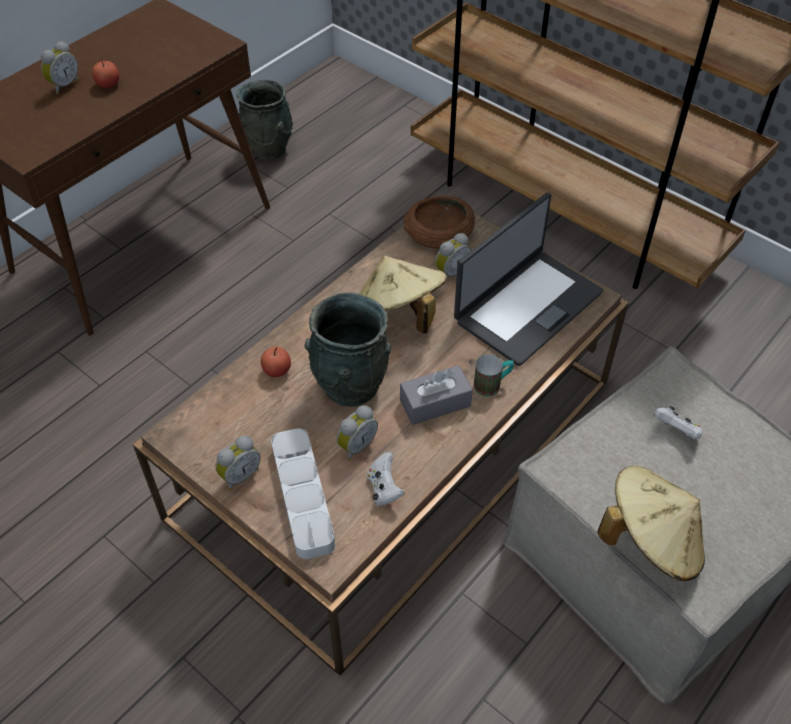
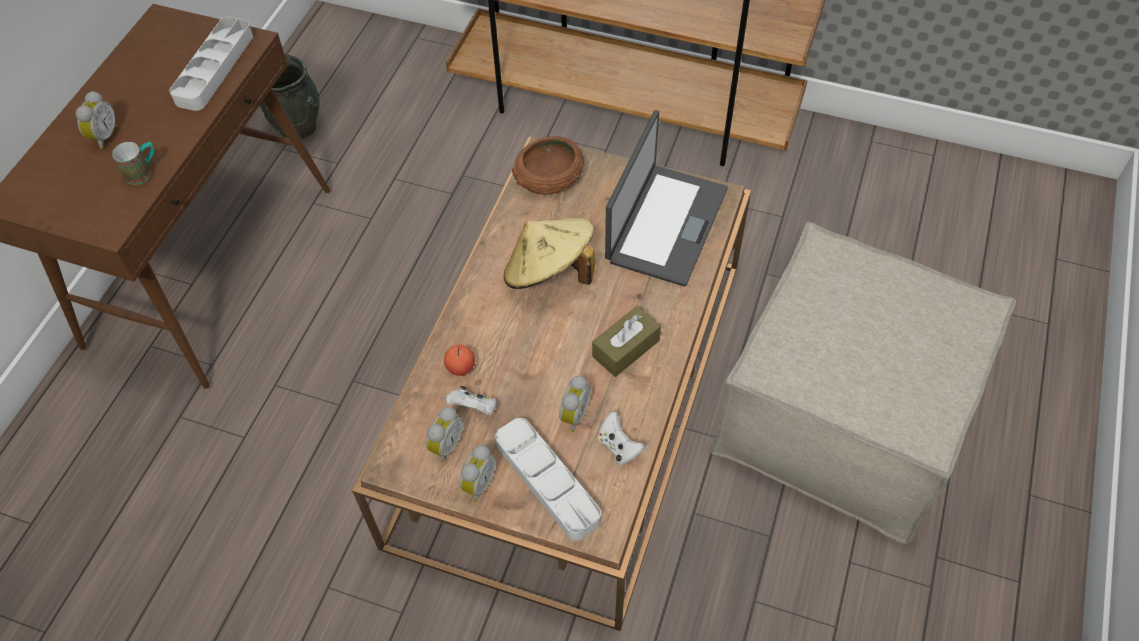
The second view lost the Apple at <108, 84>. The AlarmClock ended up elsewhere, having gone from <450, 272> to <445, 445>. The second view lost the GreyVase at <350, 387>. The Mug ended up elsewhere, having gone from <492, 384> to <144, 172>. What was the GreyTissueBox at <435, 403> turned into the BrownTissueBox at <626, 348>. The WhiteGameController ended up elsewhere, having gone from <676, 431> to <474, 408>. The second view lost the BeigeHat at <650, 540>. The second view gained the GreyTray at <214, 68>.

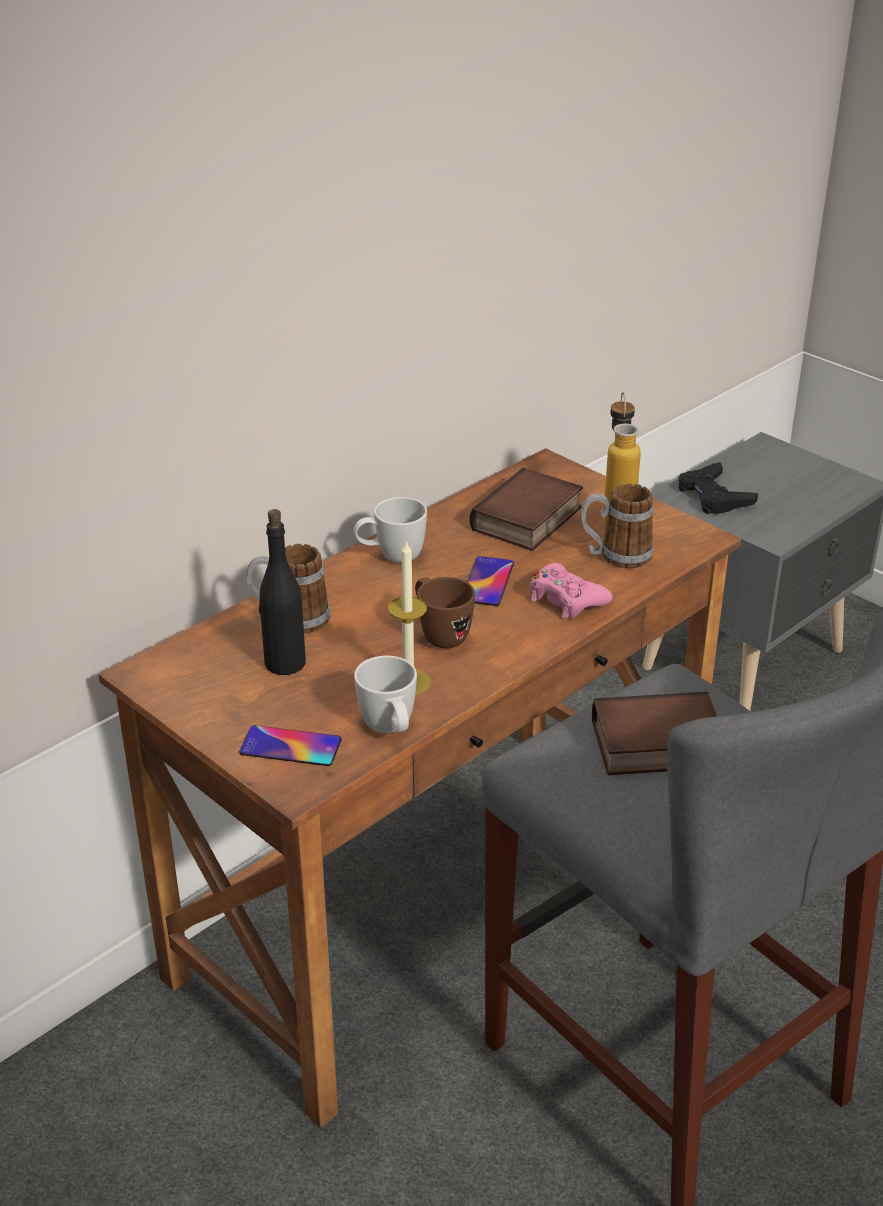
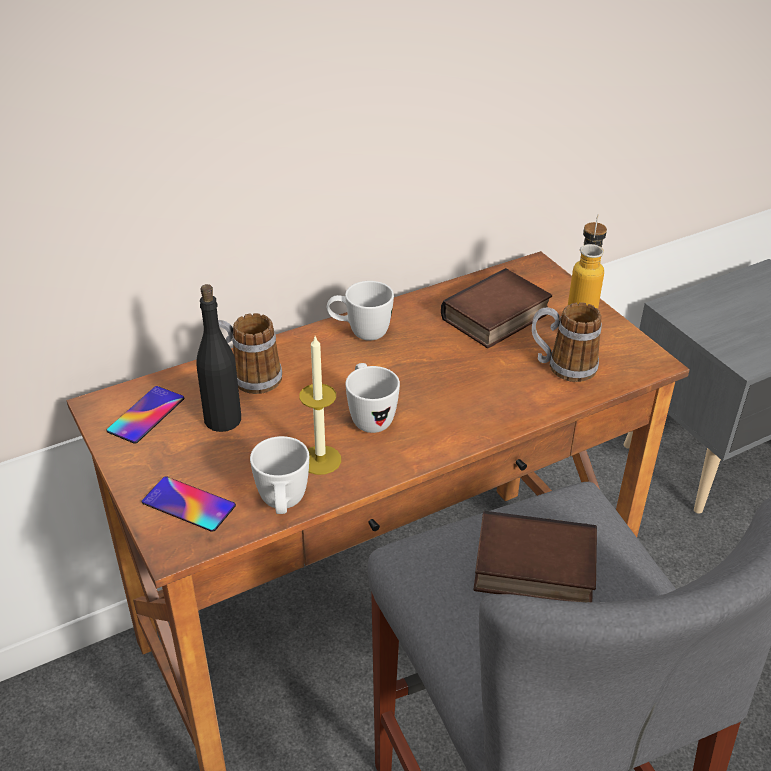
The second view lost the BlackGameController at <713, 496>. The Phone ended up elsewhere, having gone from <487, 582> to <146, 415>. The second view lost the PinkGameController at <566, 600>. What was the BrownMug at <439, 634> turned into the WhiteMug at <369, 417>.

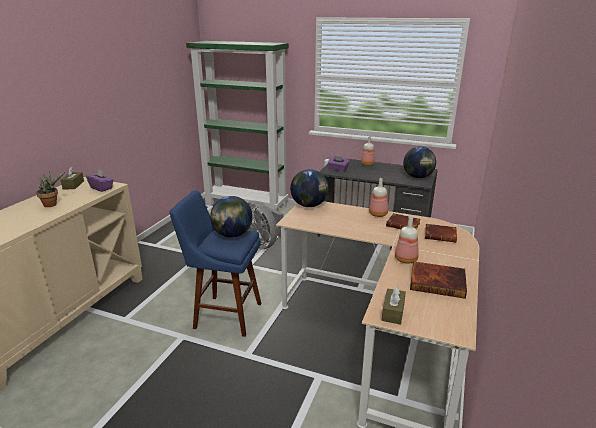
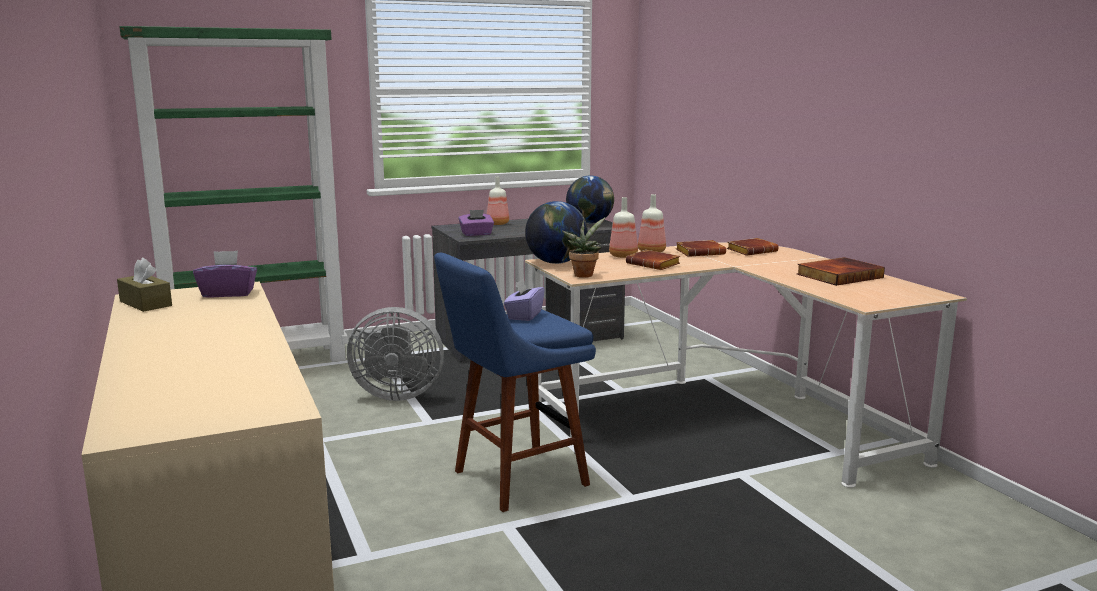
The PottedPlant ended up elsewhere, having gone from <52, 204> to <584, 274>. Where the Globe stood at <232, 235>, the PurpleTissueBox came to stand at <524, 315>. The Bottle ended up elsewhere, having gone from <406, 260> to <624, 256>. The second view lost the BrownTissueBox at <393, 312>. The second view gained the BrownBook at <654, 265>.

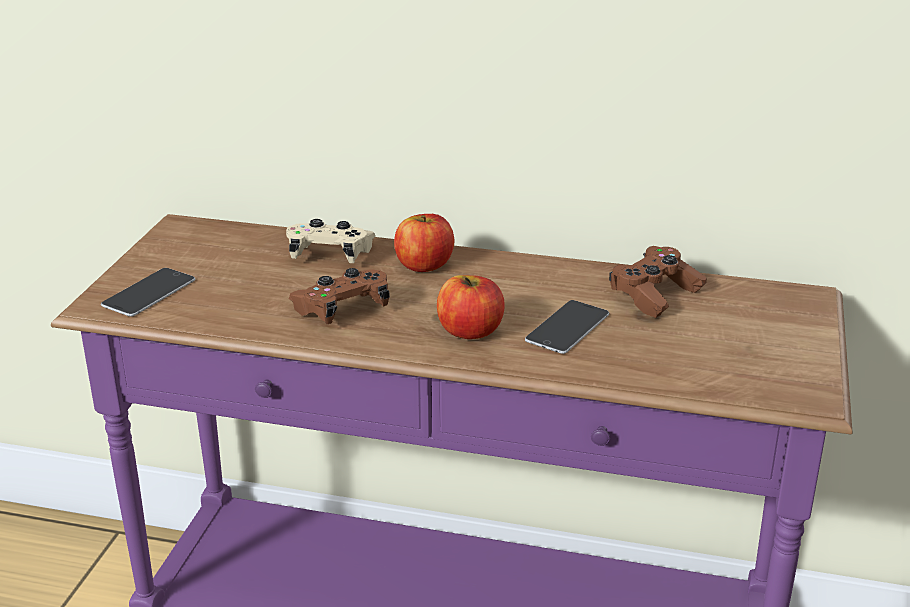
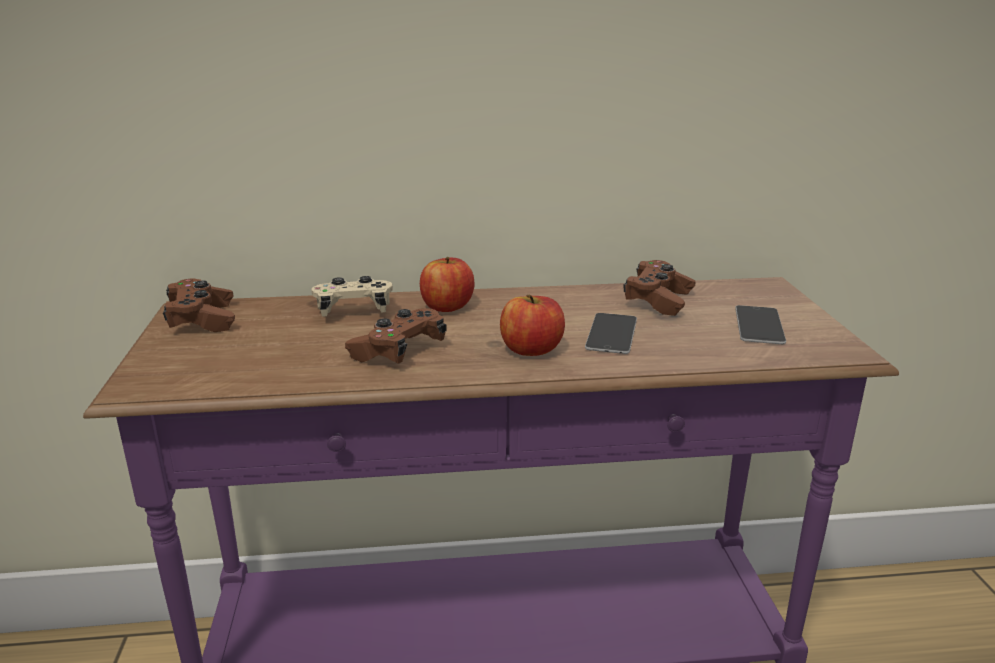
The Phone ended up elsewhere, having gone from <149, 292> to <759, 325>. The second view gained the BrownGameController at <202, 320>.

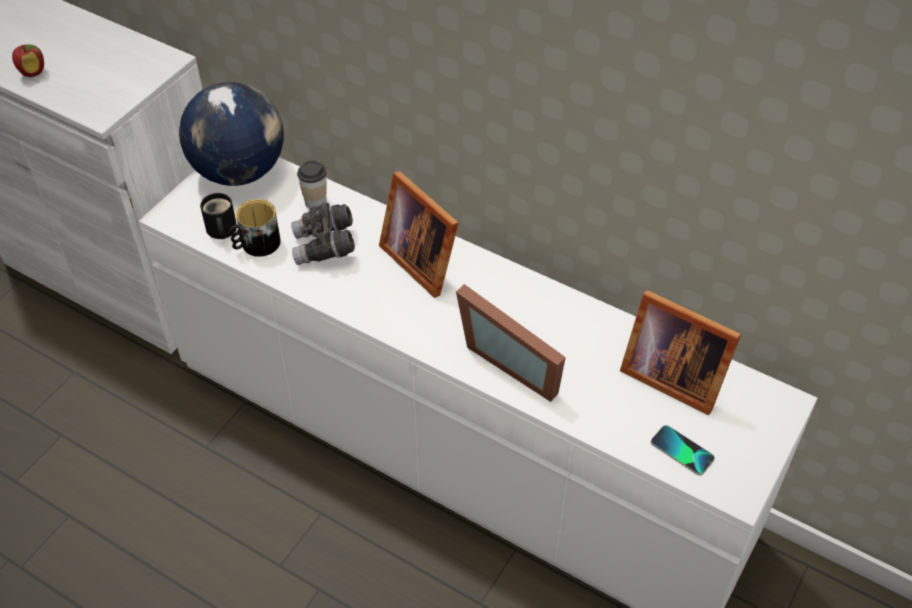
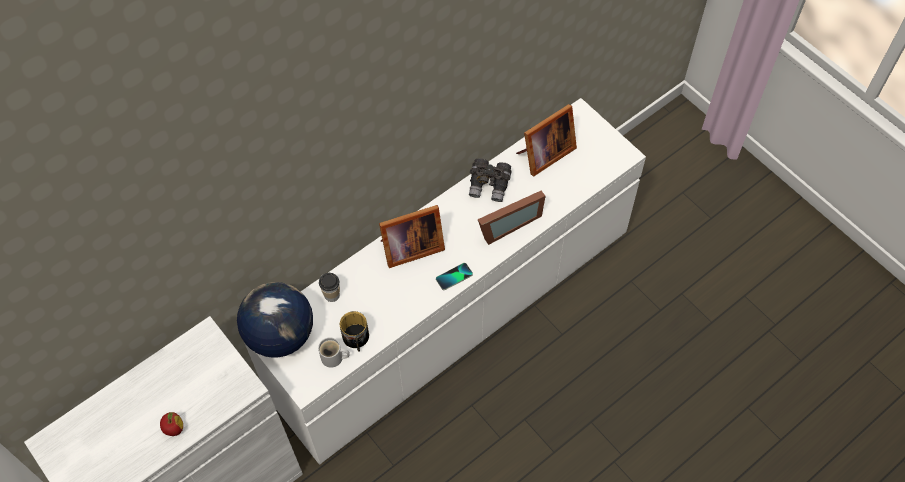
What was the BlackMug at <220, 230> turned into the WhiteMug at <334, 358>. The GreyBinoculars ended up elsewhere, having gone from <324, 247> to <489, 185>. The Phone ended up elsewhere, having gone from <682, 451> to <454, 277>.

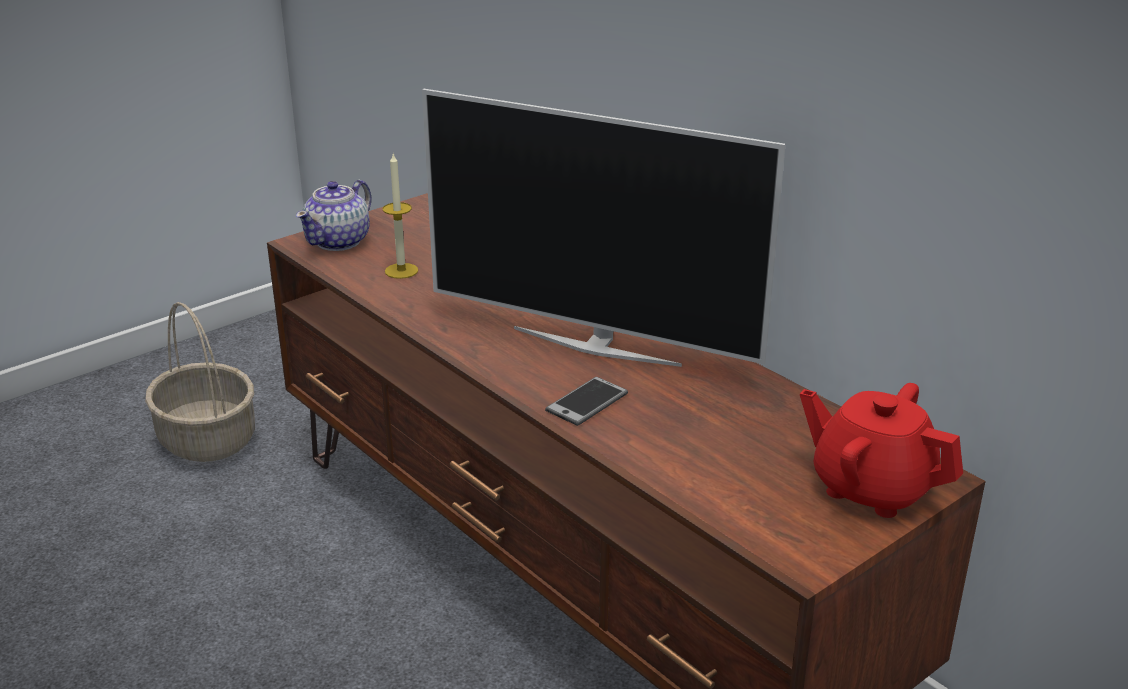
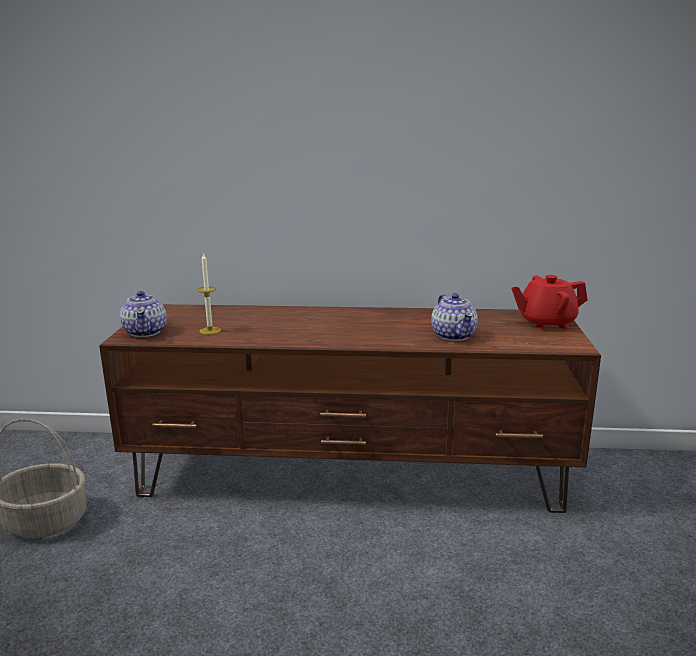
The second view lost the Television at <597, 345>. The second view lost the Phone at <587, 402>. The second view gained the Teapot at <453, 335>.

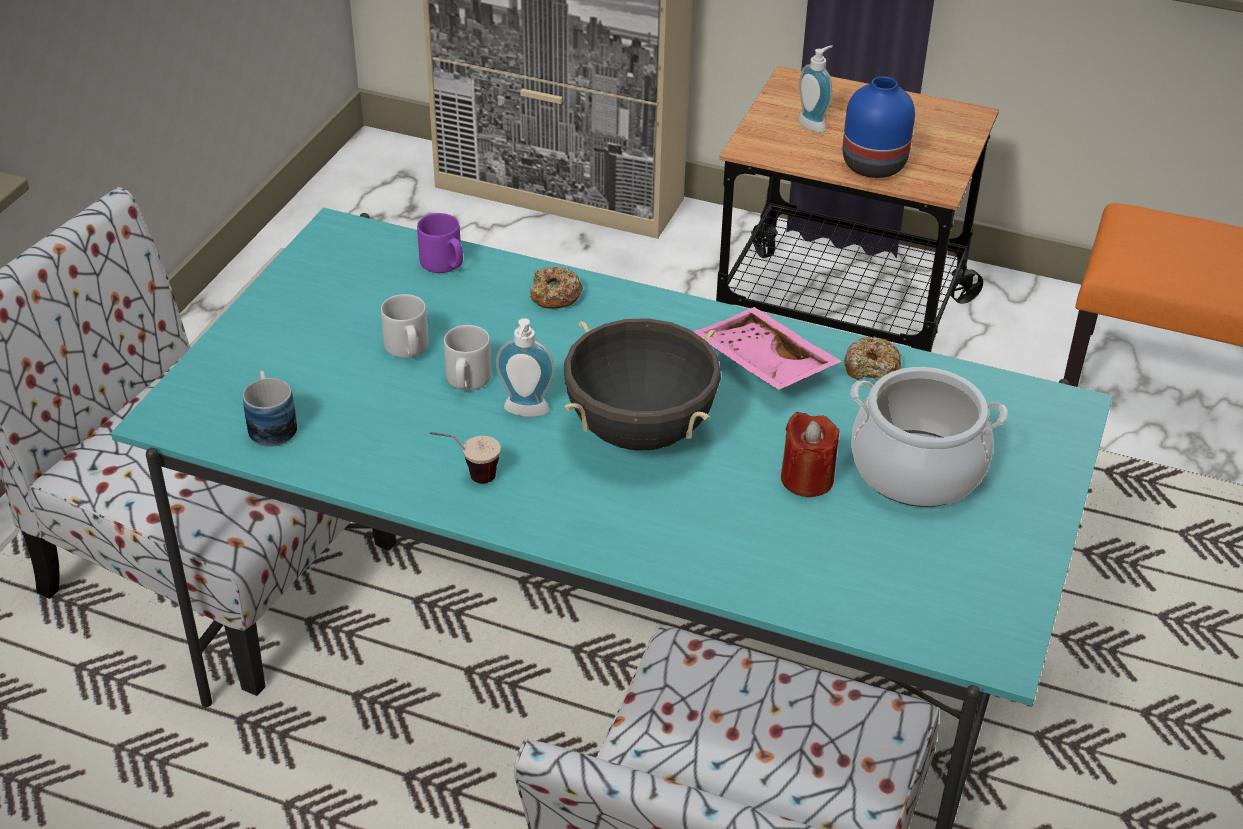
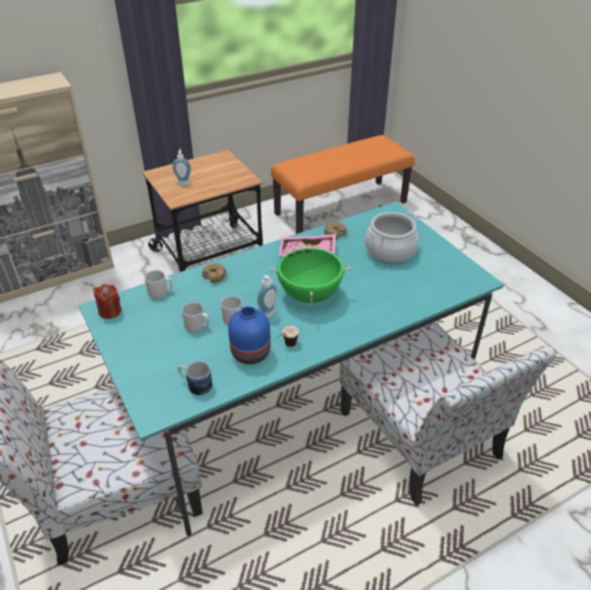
The BlueVase ended up elsewhere, having gone from <872, 165> to <250, 354>. What was the PurpleMug at <444, 264> turned into the GreyMug at <160, 292>. What was the BlackCookingPot at <639, 431> turned into the GreenCookingPot at <309, 295>. The RedCandle ended up elsewhere, having gone from <807, 479> to <110, 311>.

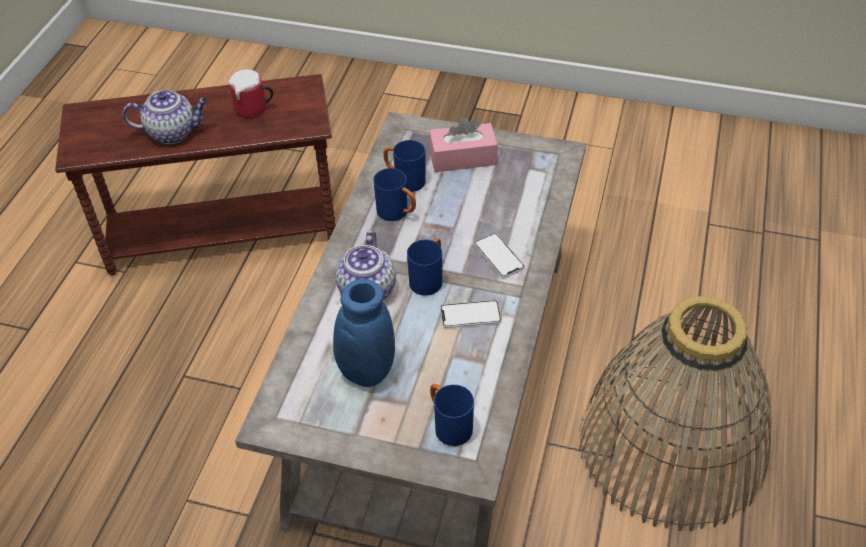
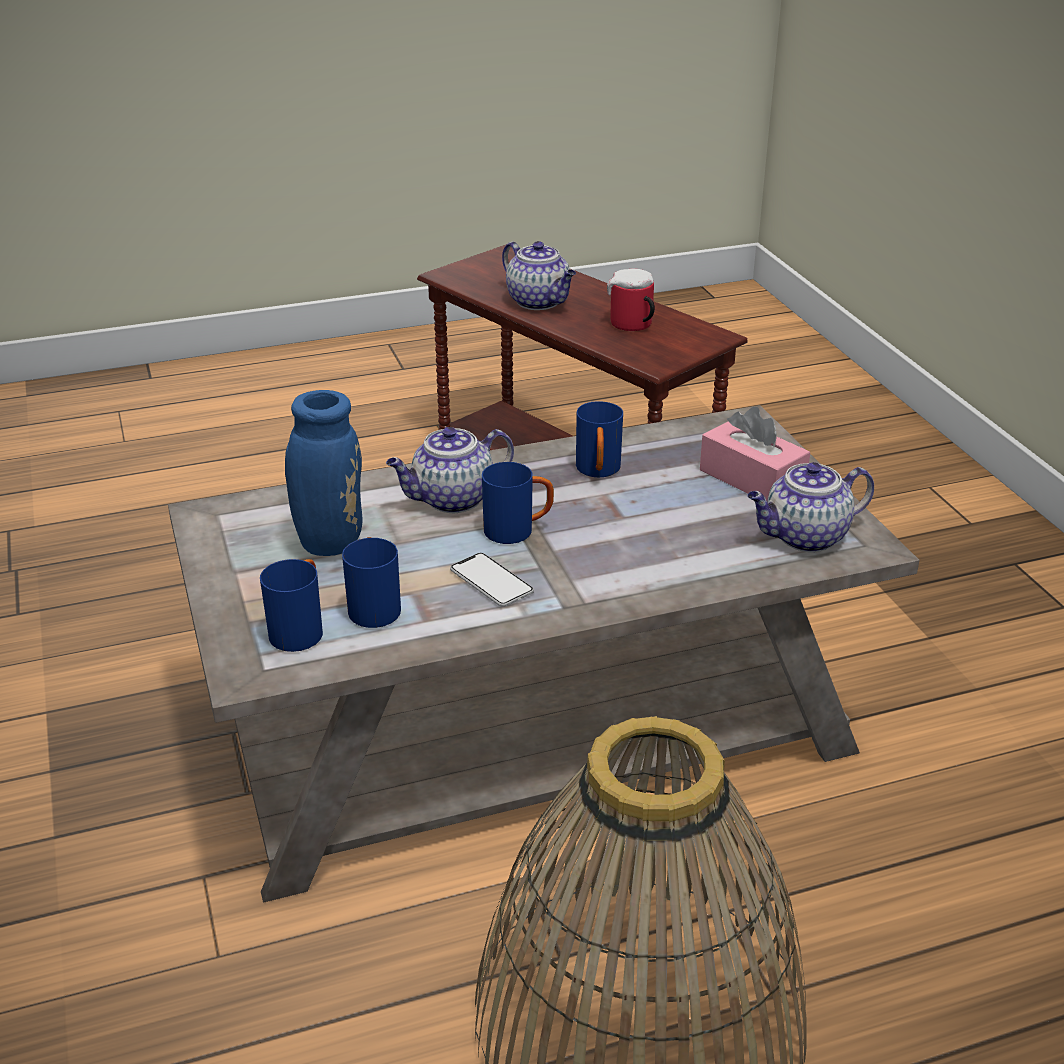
The BlueMug ended up elsewhere, having gone from <404, 180> to <374, 606>. The second view lost the Phone at <499, 256>. The second view gained the Teapot at <804, 537>.

